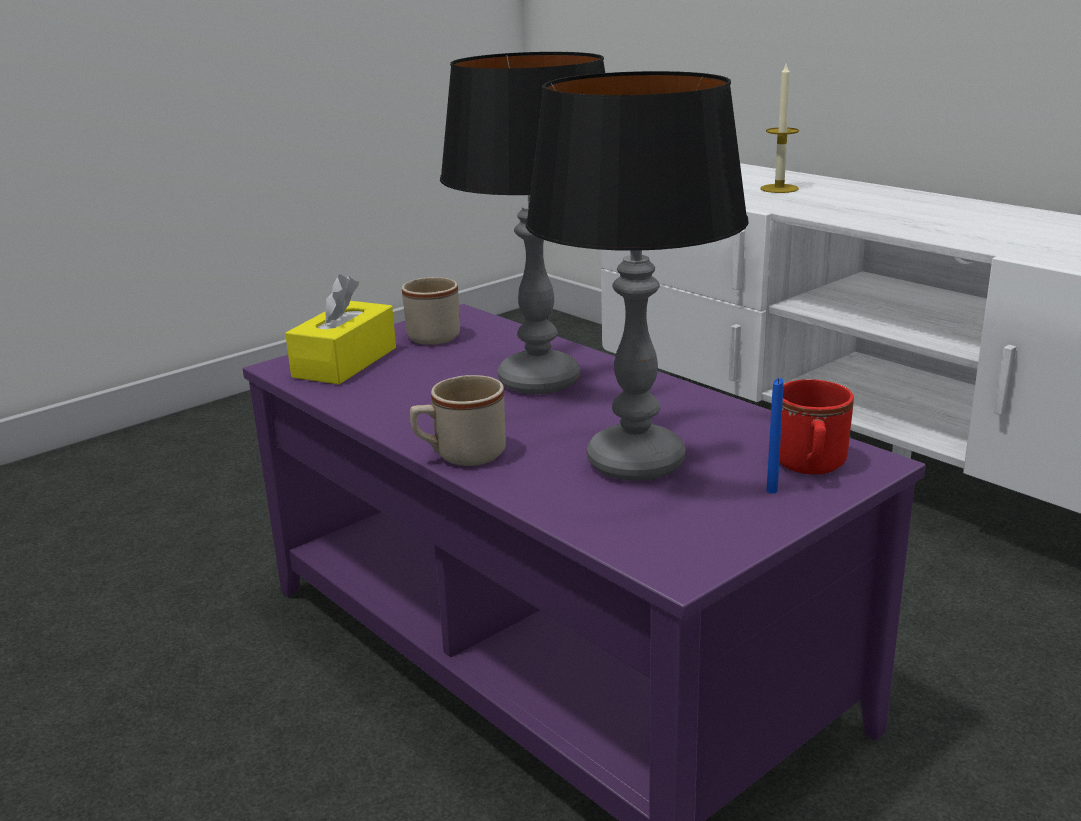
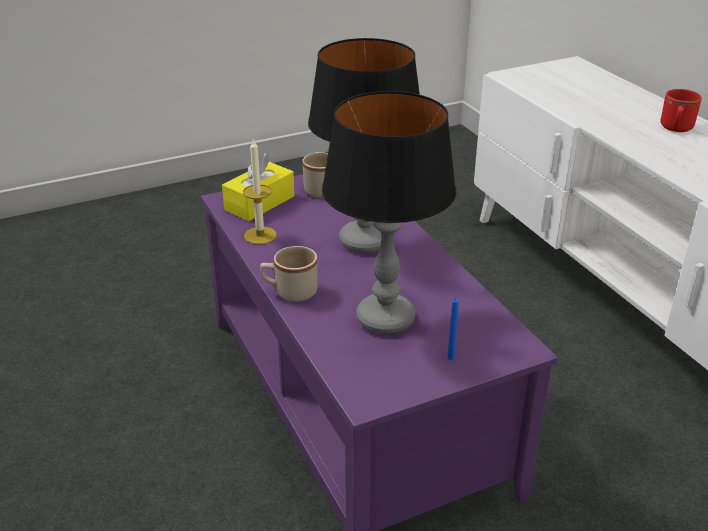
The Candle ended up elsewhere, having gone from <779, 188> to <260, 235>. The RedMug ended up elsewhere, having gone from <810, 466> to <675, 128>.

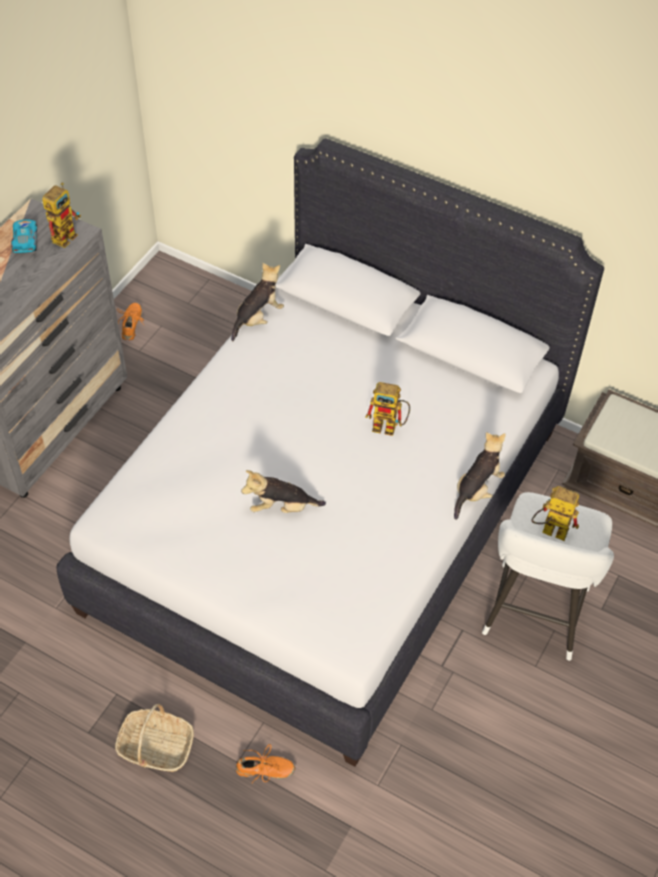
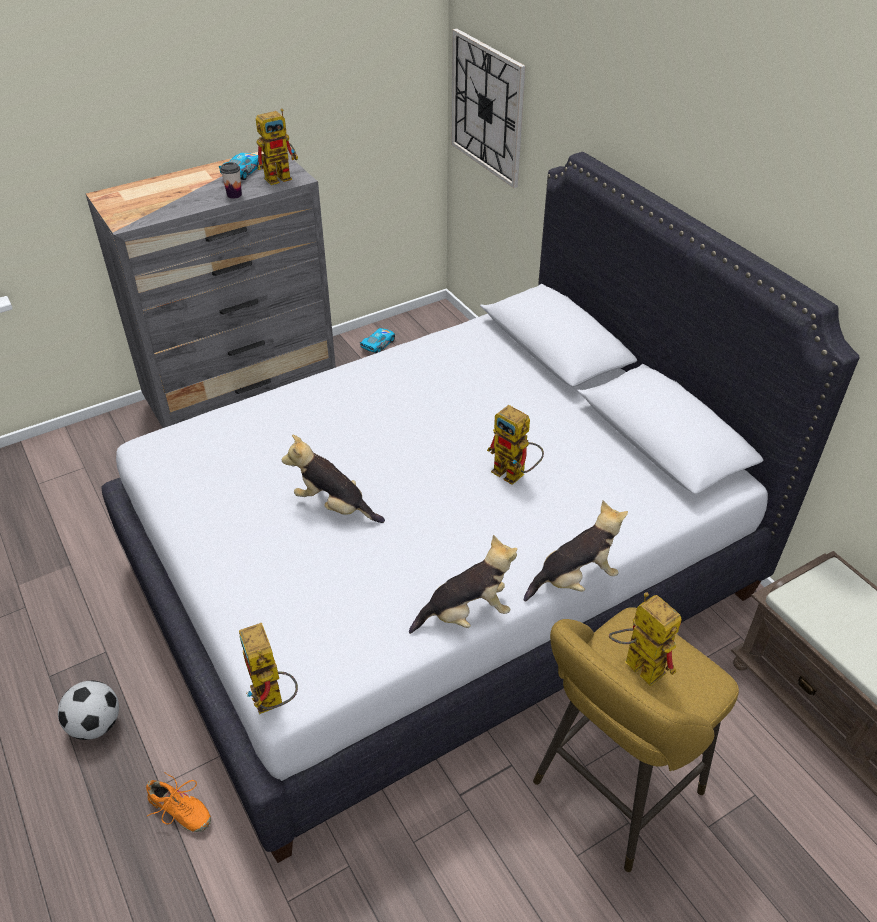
The PlushToy ended up elsewhere, having gone from <258, 318> to <466, 614>. Where the OrangeShoe stood at <132, 325>, the ToyCar came to stand at <378, 345>. What was the WhiteStool at <534, 617> turned into the YellowStool at <611, 793>. Where the Basket stood at <156, 747>, the Football came to stand at <96, 725>. The second view gained the WallClock at <487, 108>. The second view gained the Cup at <234, 195>. The second view gained the ToyRobot at <273, 701>.

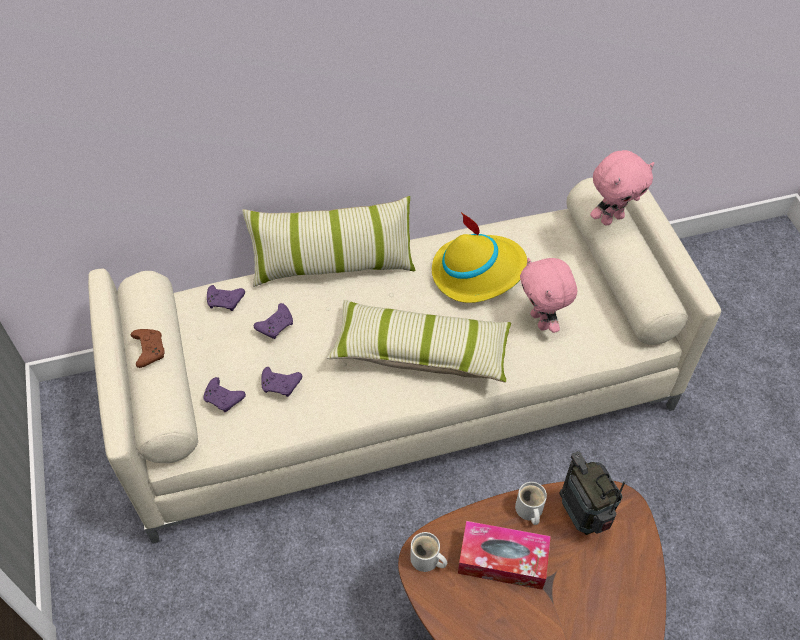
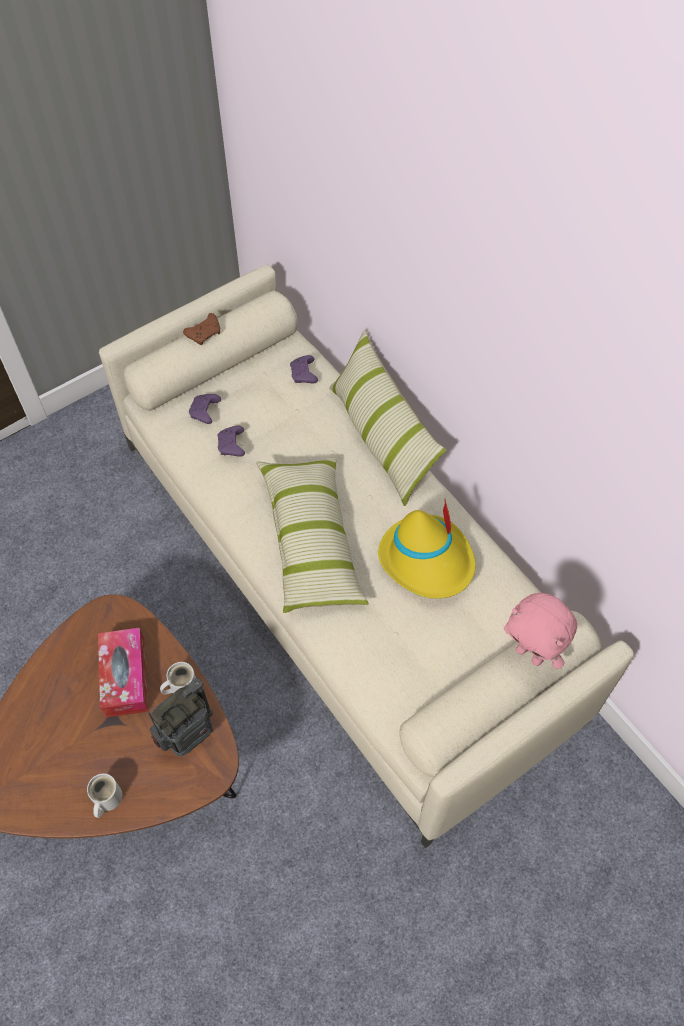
The second view lost the PinkPlushToy at <541, 321>. The second view lost the PurpleGameController at <276, 325>. The WhiteMug ended up elsewhere, having gone from <426, 560> to <106, 799>.

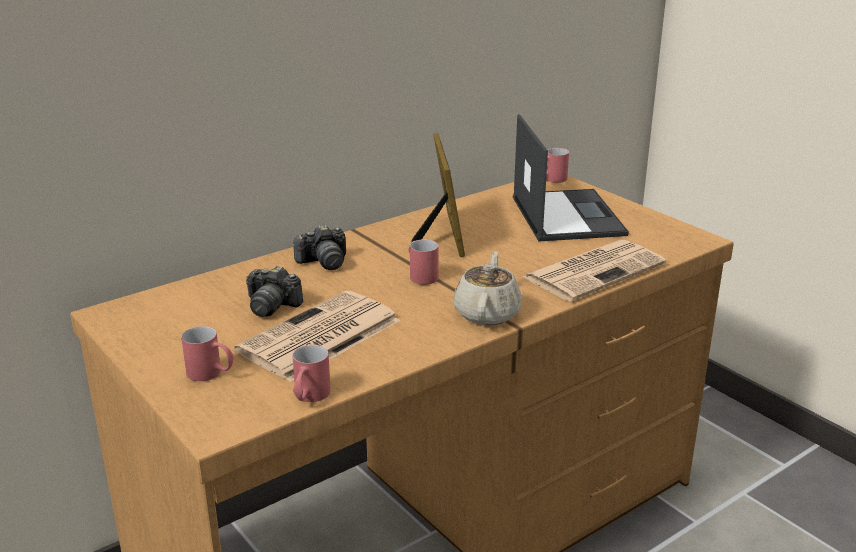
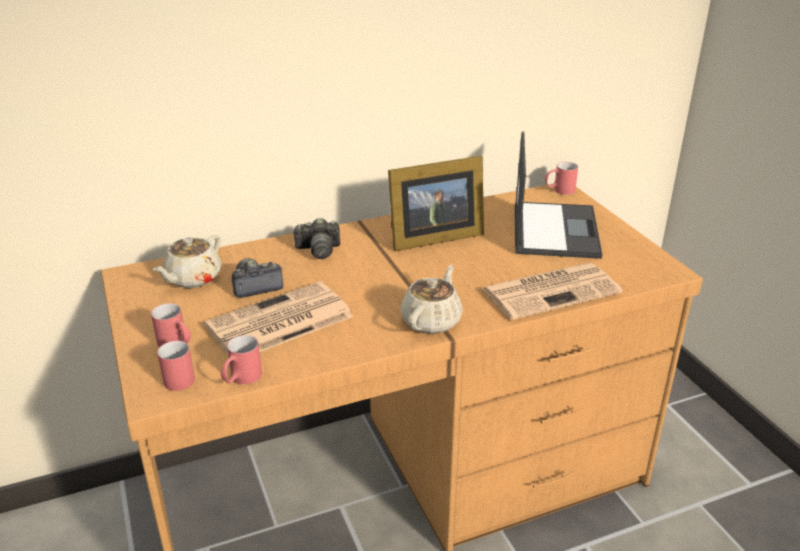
The PictureFrame at <442, 236> ended up facing another way, 60 degrees clockwise from before. The RedMug ended up elsewhere, having gone from <420, 275> to <179, 376>. The PhotoCamera at <271, 306> ended up facing another way, 120 degrees clockwise from before. The second view gained the BeigeTeapot at <192, 278>.

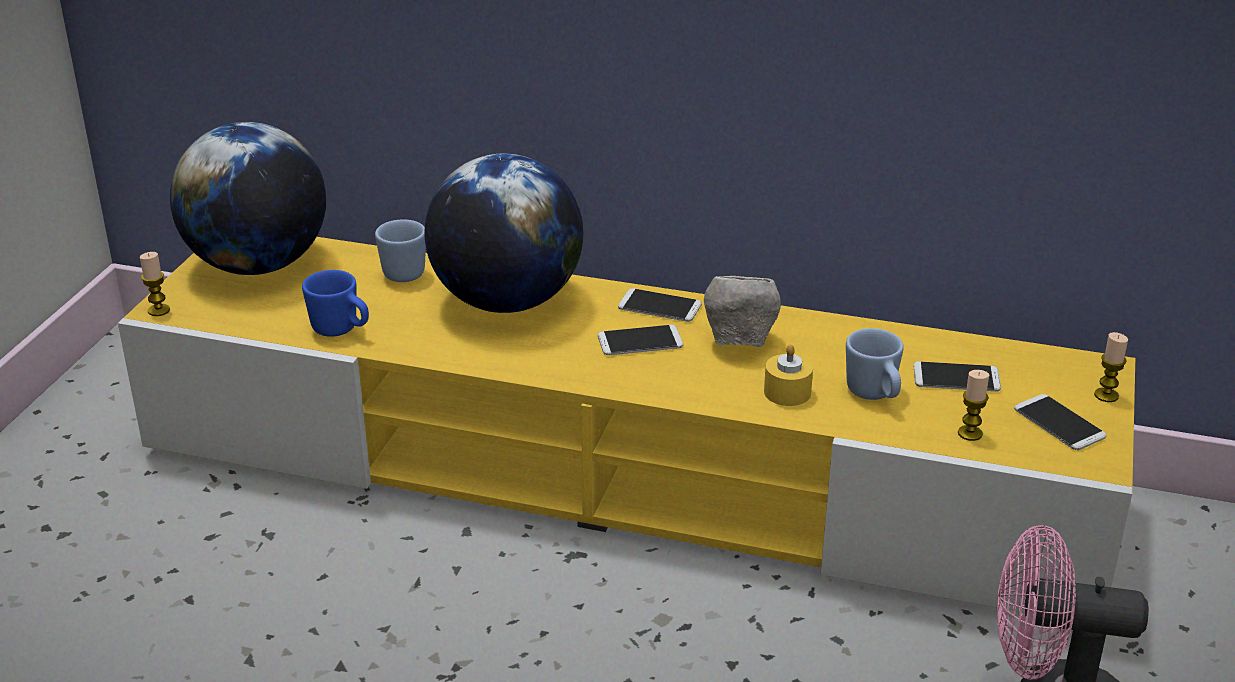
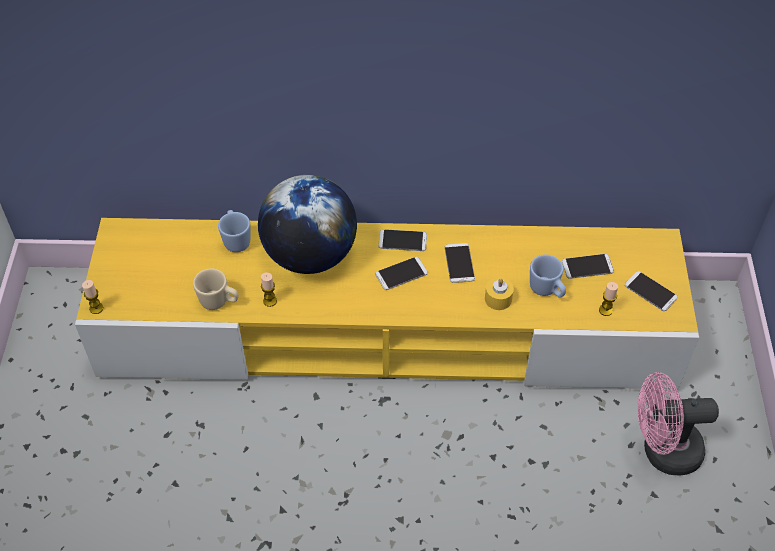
The second view lost the Globe at <258, 265>. What was the BlueMug at <341, 330> turned into the BeigeMug at <219, 302>. Where the GreyBowl stood at <740, 343>, the Phone came to stand at <459, 263>. The Candle ended up elsewhere, having gone from <1106, 395> to <270, 301>.

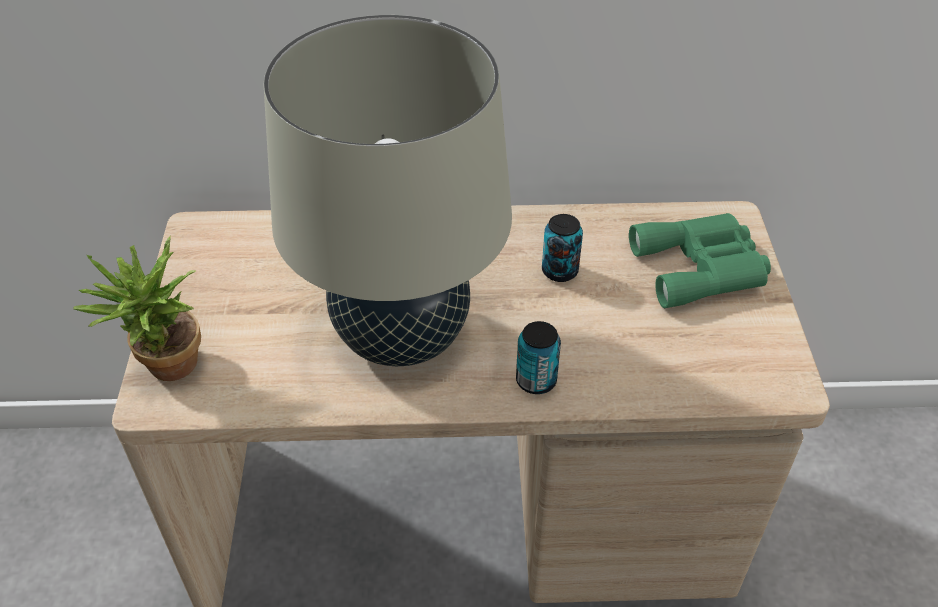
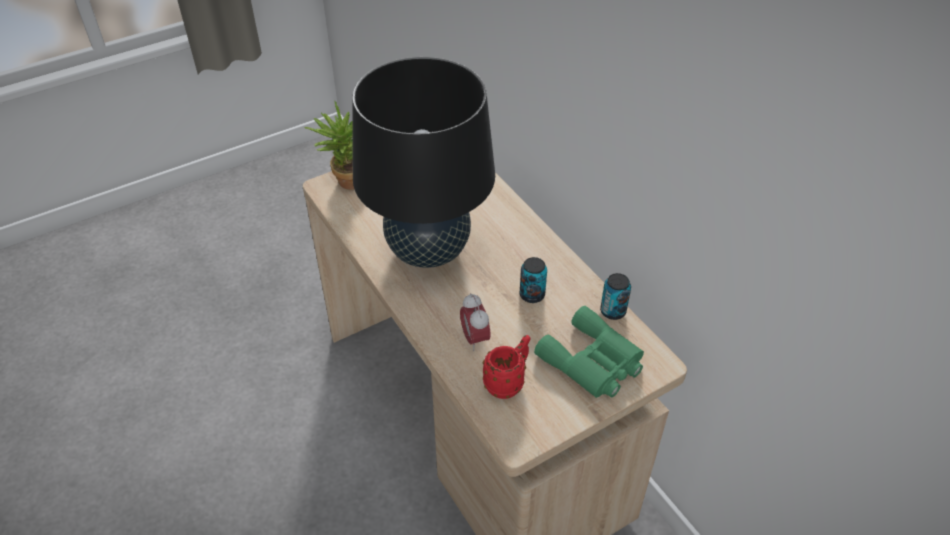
What was the BeigeTableLamp at <401, 336> turned into the BlackTableLamp at <428, 251>. The Can ended up elsewhere, having gone from <536, 380> to <613, 311>. The second view gained the AlarmClock at <475, 338>. The second view gained the RedMug at <508, 382>.

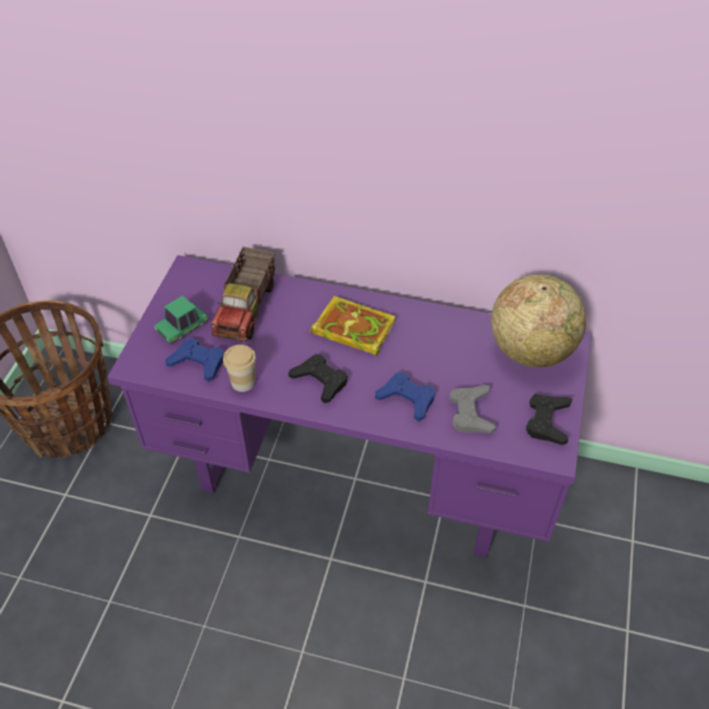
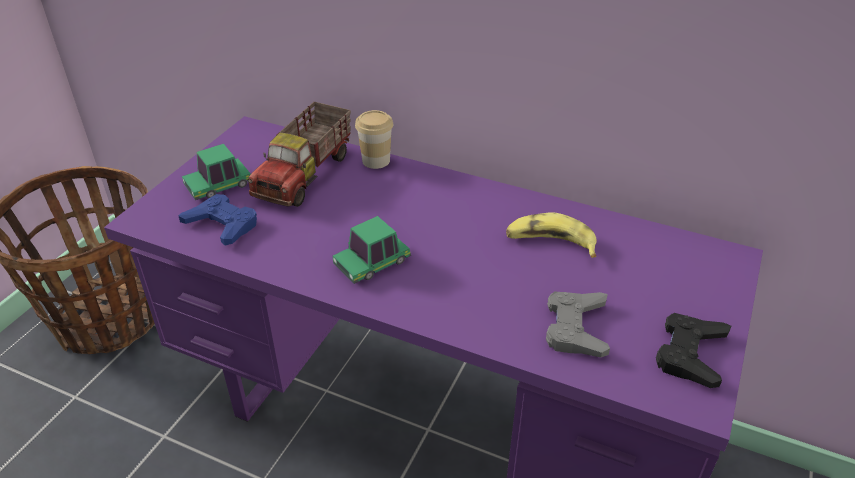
The second view lost the Globe at <531, 350>. The second view lost the Book at <351, 329>. The Cup ended up elsewhere, having gone from <243, 382> to <376, 160>. Where the BlackGameController stood at <320, 381>, the ToyCar came to stand at <372, 263>. The second view lost the BlueGameController at <406, 399>. The second view gained the Banana at <550, 243>.

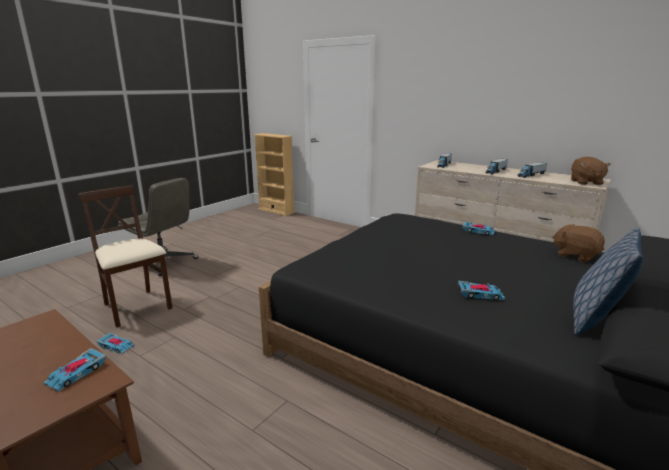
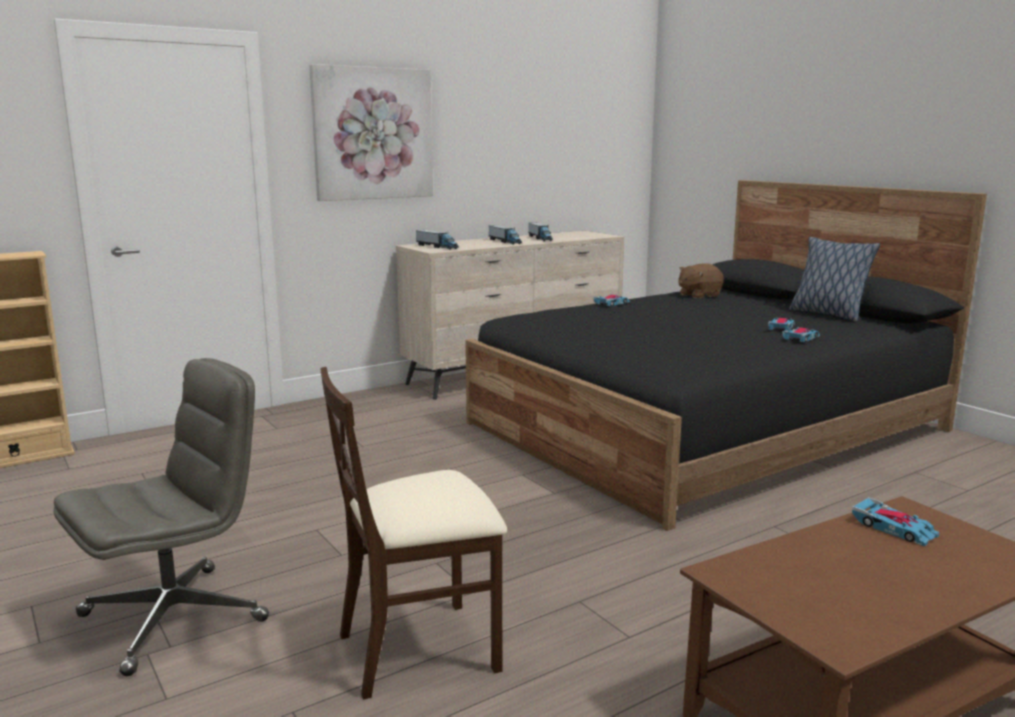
The second view lost the BrownPlushToy at <586, 182>. The ToyCar ended up elsewhere, having gone from <116, 346> to <801, 338>. The second view gained the Picture at <373, 134>.

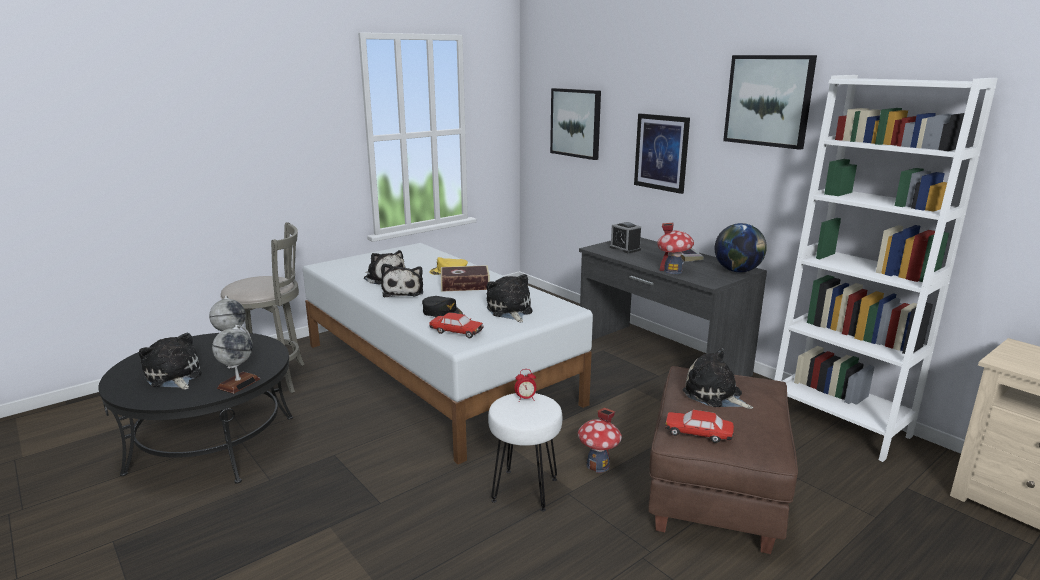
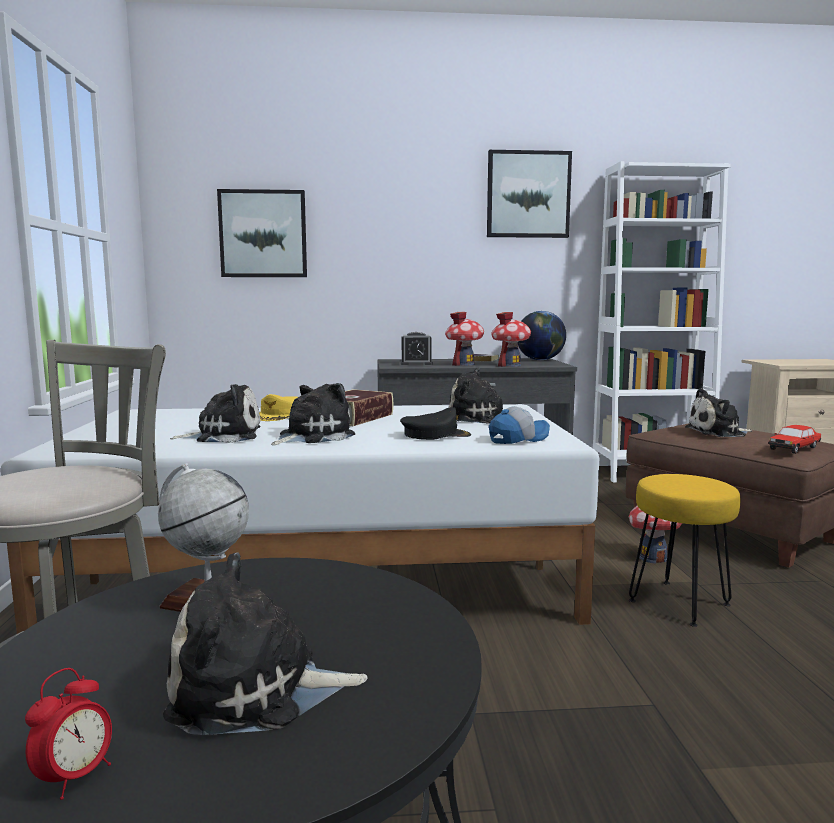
The second view lost the Picture at <661, 152>. The PlushToy at <403, 291> ended up facing another way, 75 degrees counterclockwise from before. Where the ToyCar stood at <456, 332>, the Cap came to stand at <517, 439>. The second view lost the Globe at <239, 383>. The AlarmClock ended up elsewhere, having gone from <525, 399> to <75, 777>. What was the WhiteStool at <524, 489> turned into the YellowStool at <677, 602>. The second view gained the ToyHouse at <464, 364>.

